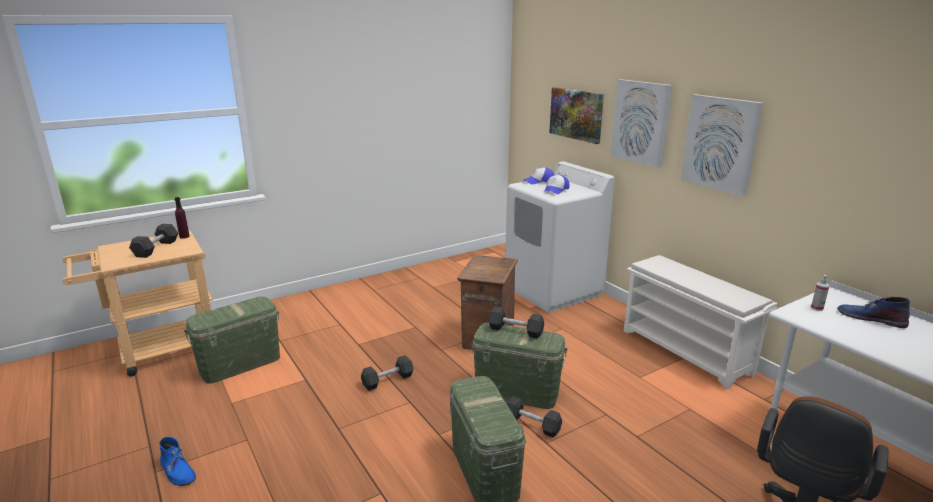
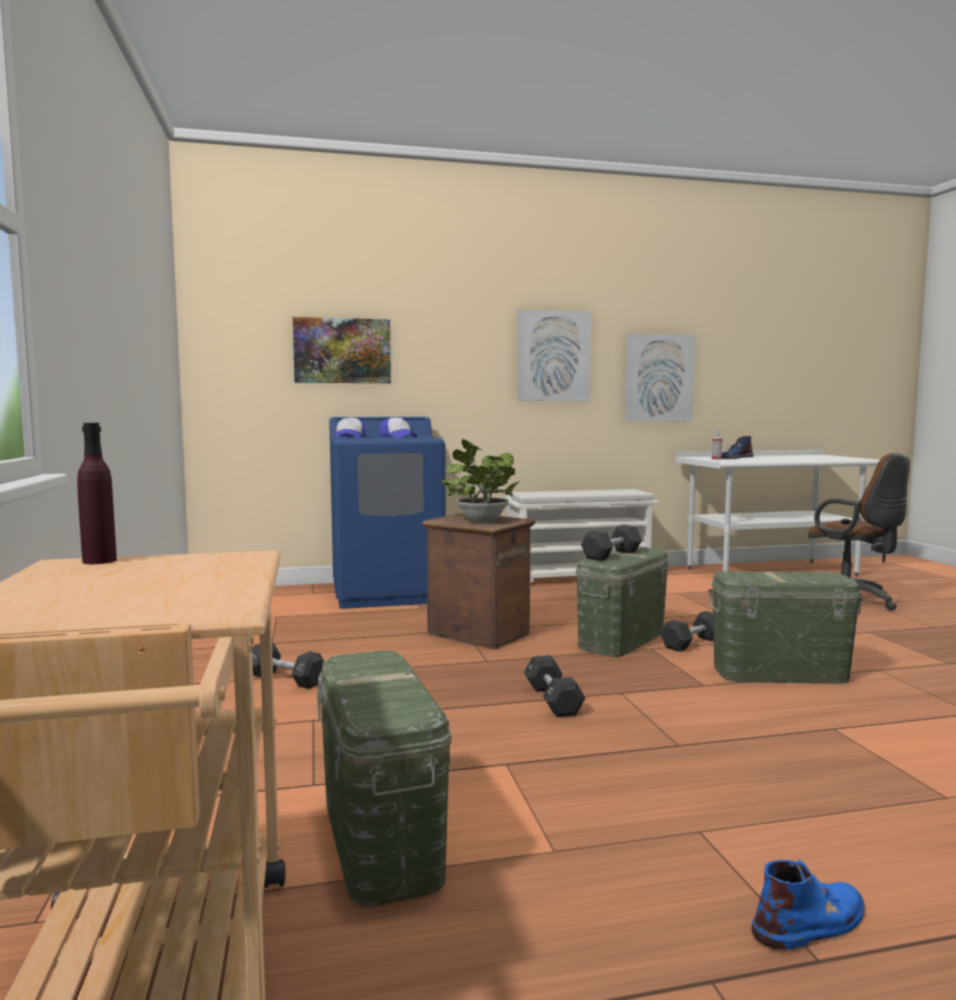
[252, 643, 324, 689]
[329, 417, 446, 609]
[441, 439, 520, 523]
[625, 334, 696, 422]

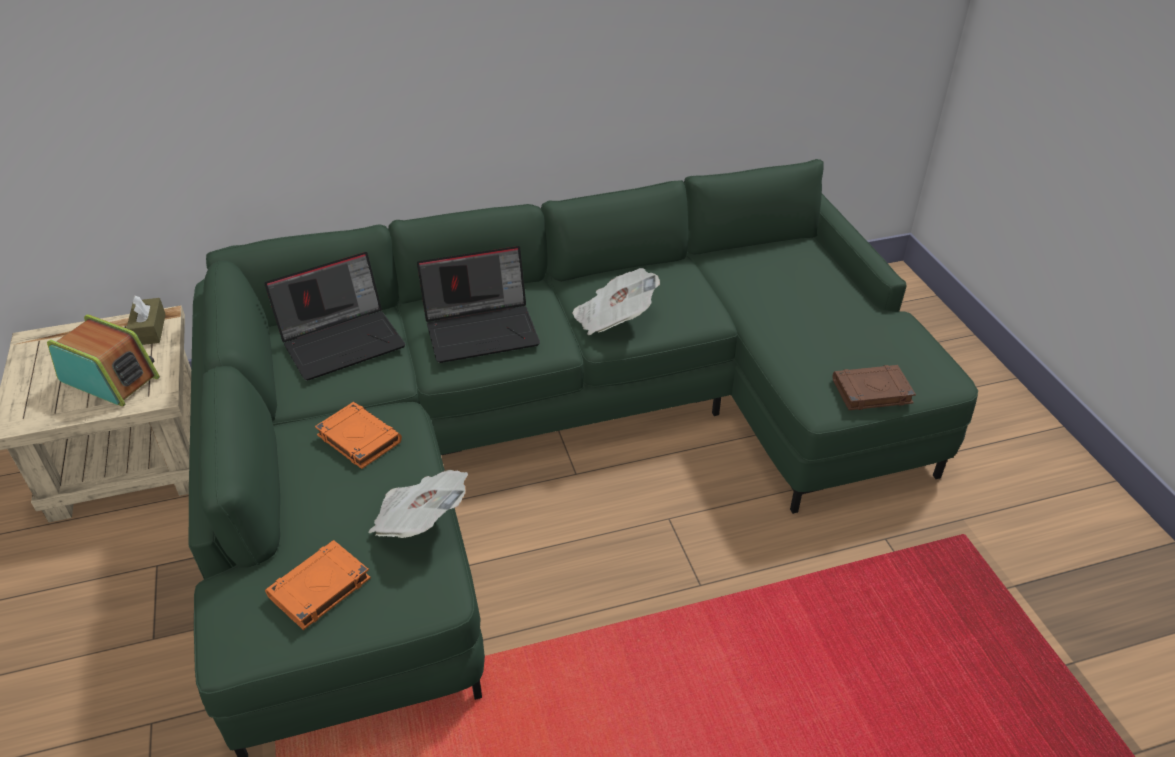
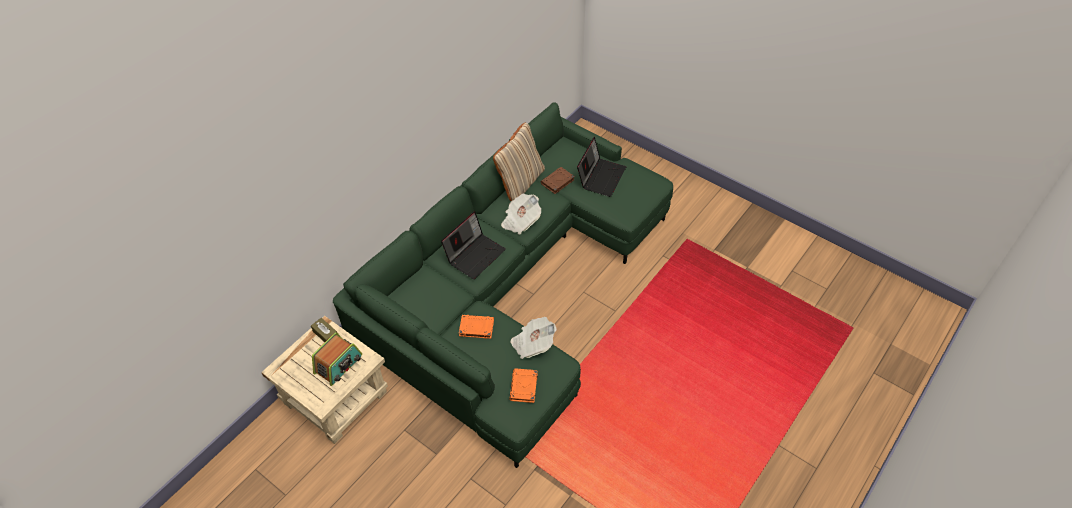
[312, 332, 362, 386]
[493, 123, 545, 201]
[541, 167, 575, 194]
[577, 137, 626, 197]

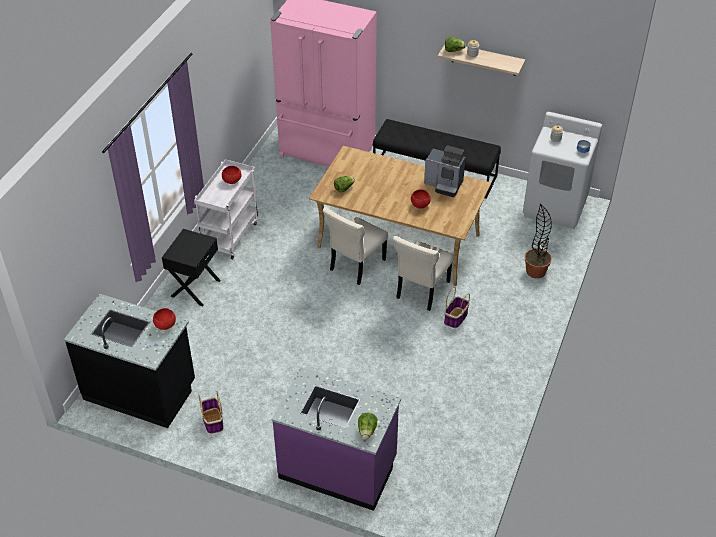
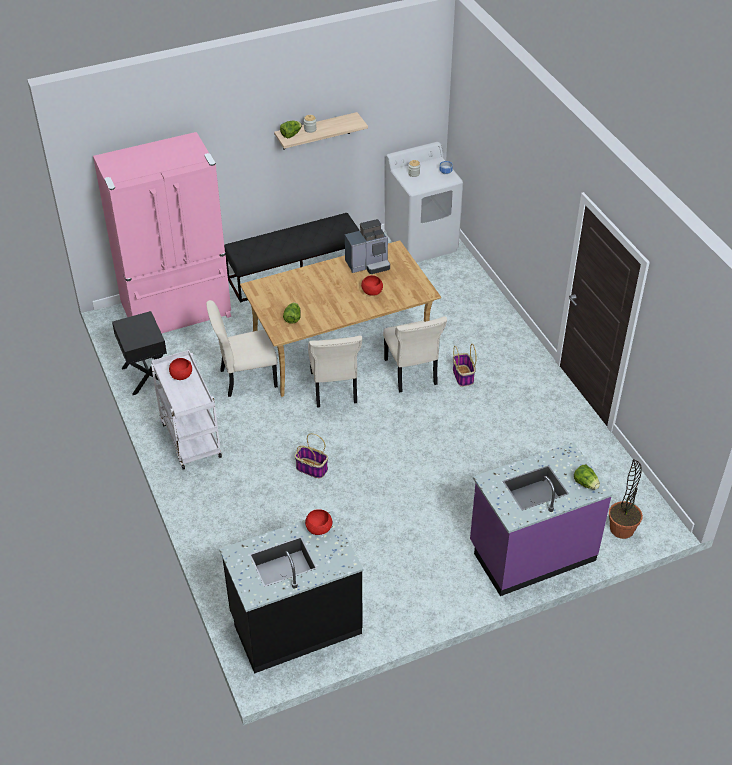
[112, 311, 167, 395]
[206, 300, 278, 397]
[295, 433, 328, 478]
[609, 459, 643, 539]

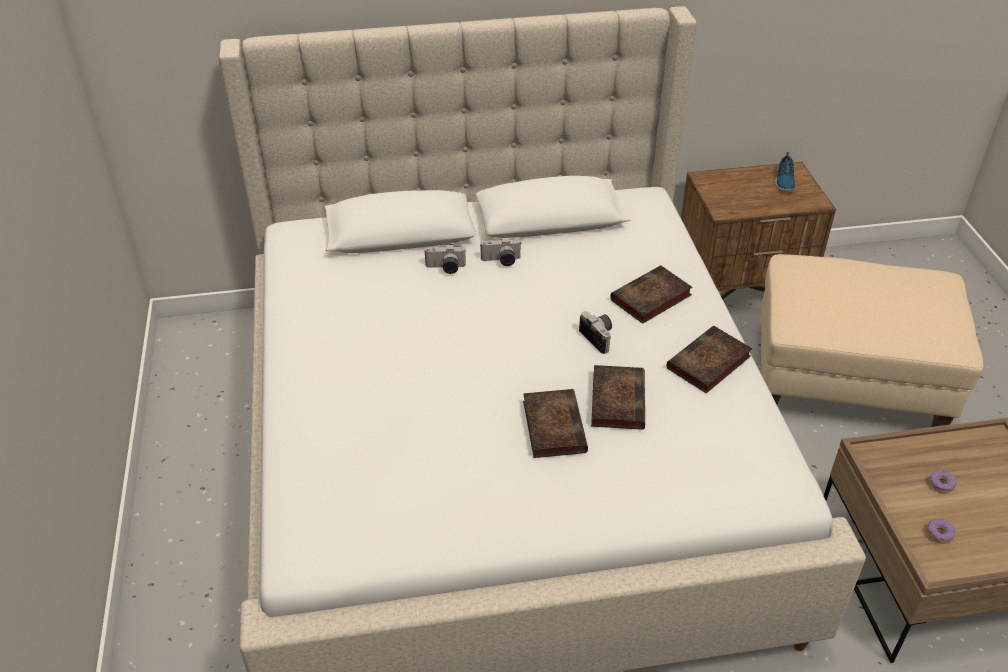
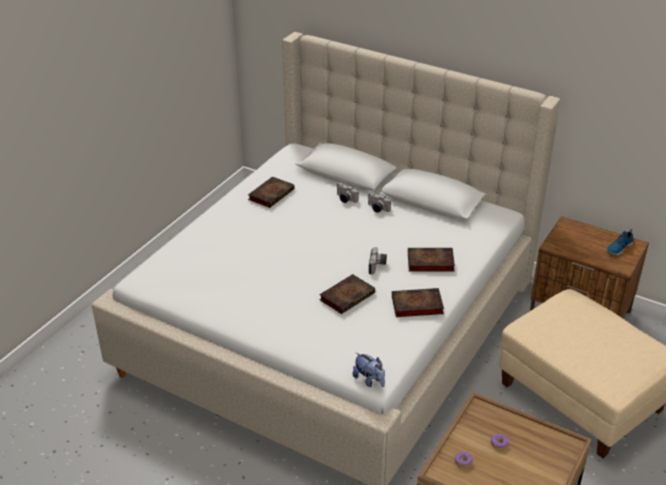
[248, 177, 295, 208]
[353, 352, 385, 387]

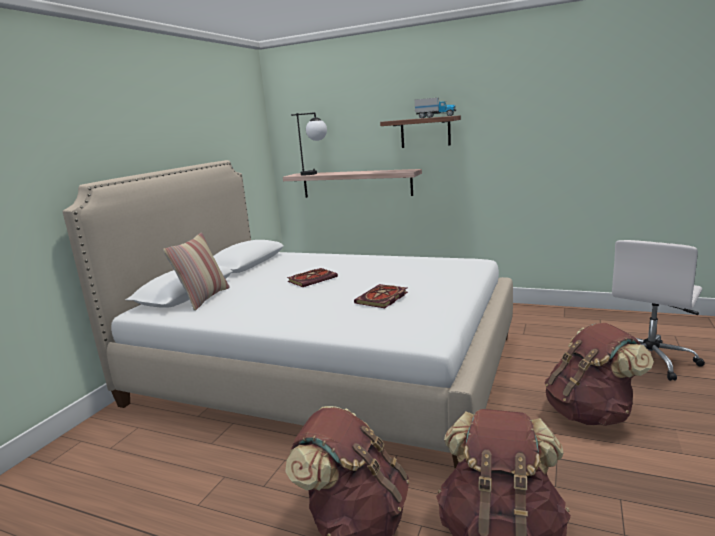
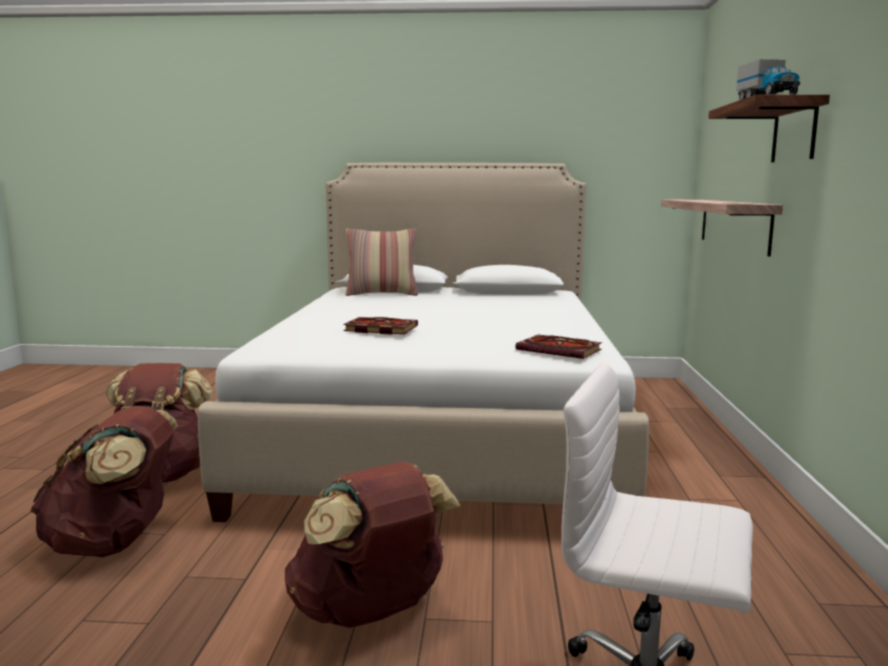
[516, 335, 602, 359]
[291, 112, 327, 175] (first image)

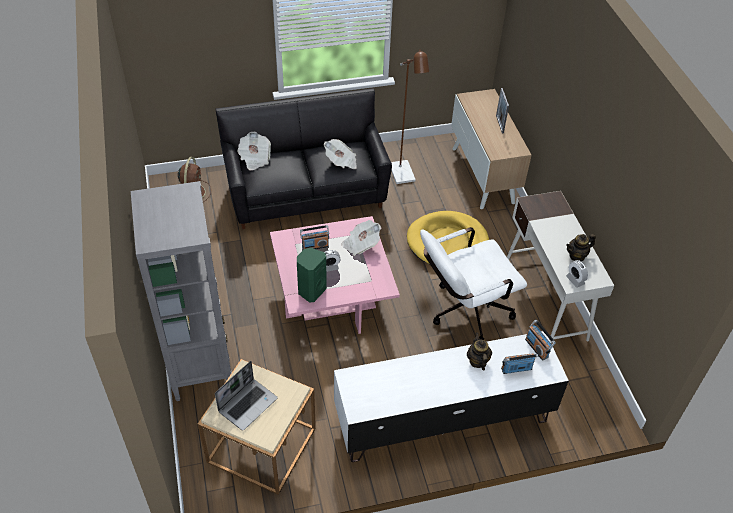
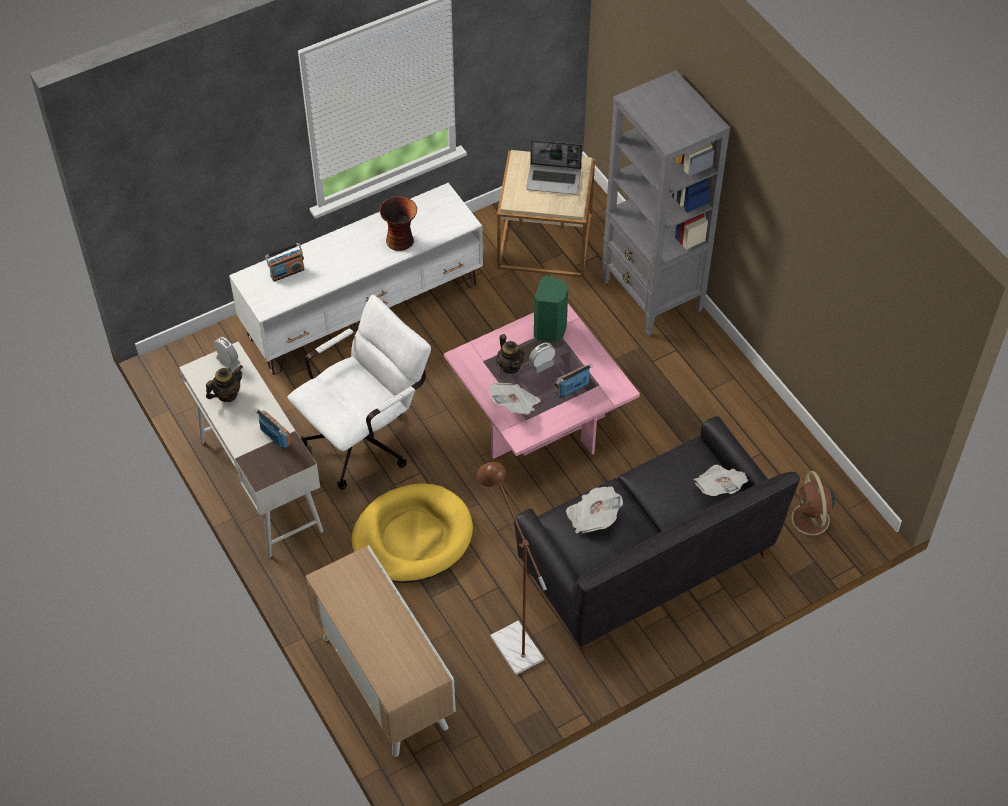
[255, 409, 292, 450]
[380, 196, 417, 251]
[496, 334, 524, 374]
[526, 140, 582, 195]
[496, 88, 509, 134] (first image)

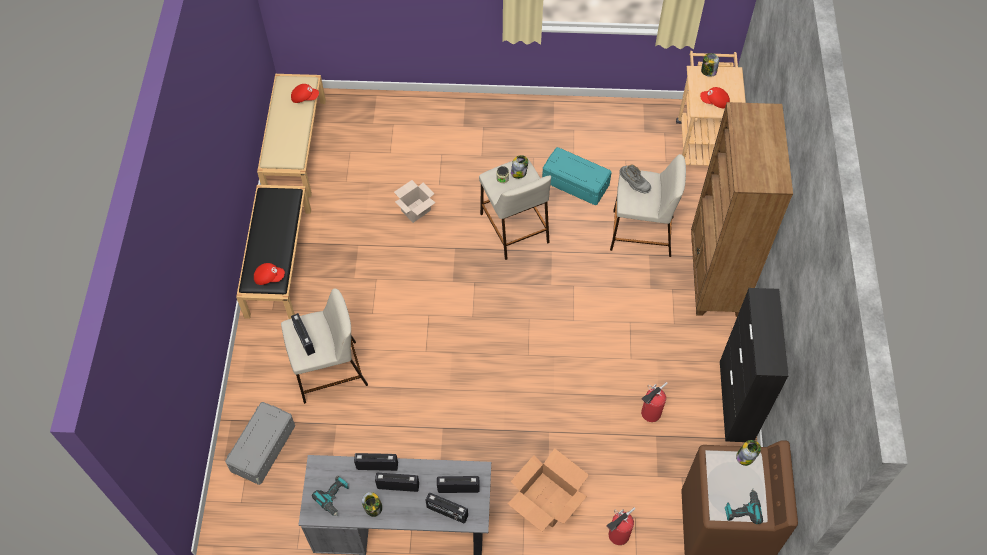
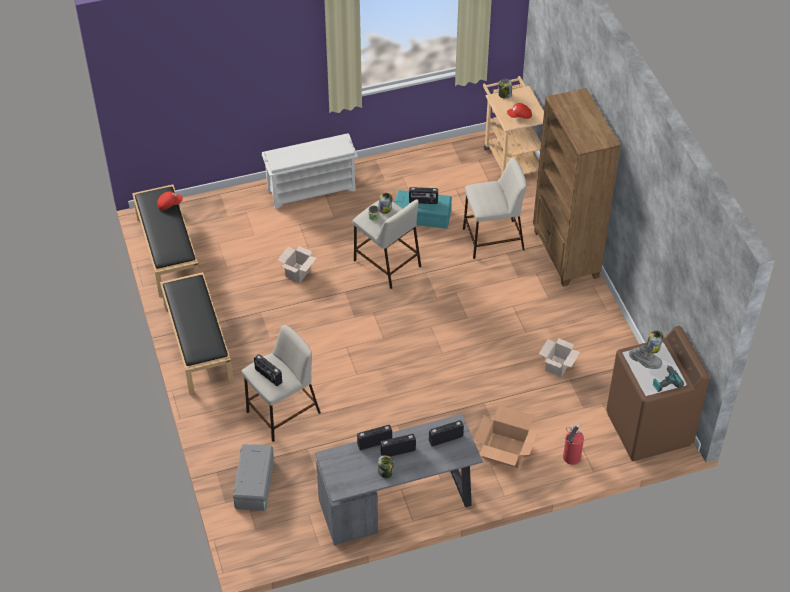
[132, 184, 200, 297]
[262, 133, 358, 209]
[409, 187, 438, 204]
[539, 338, 580, 377]
[629, 345, 662, 369]
[254, 263, 285, 285] (first image)
[312, 475, 349, 516] (first image)
[720, 288, 788, 442] (first image)

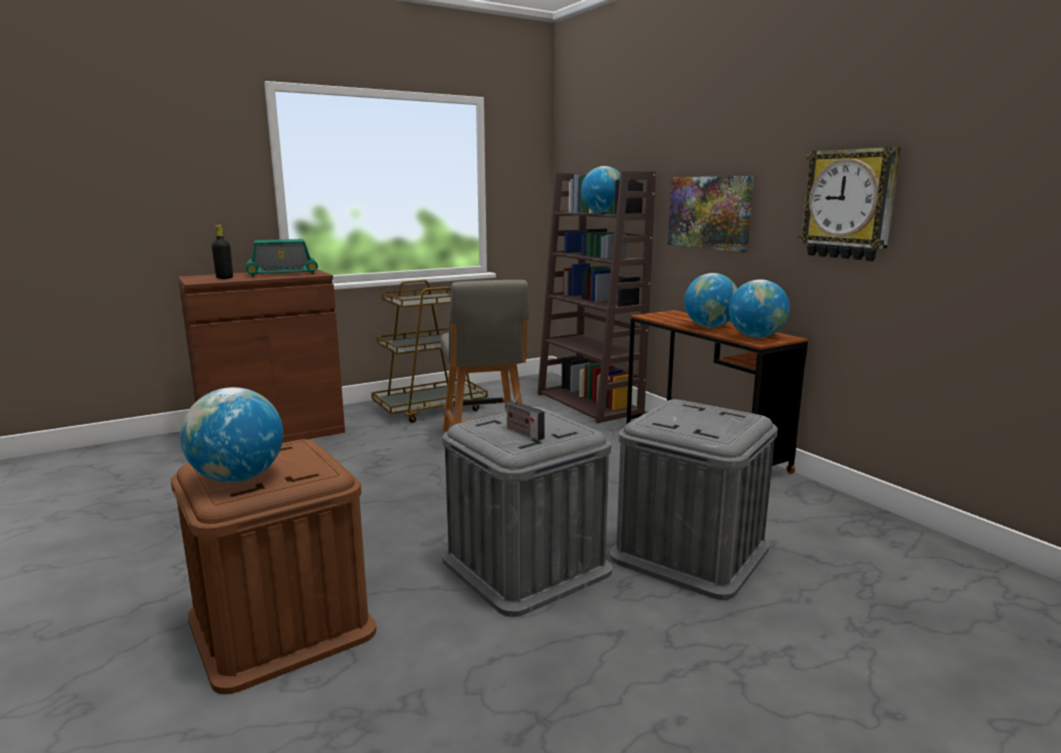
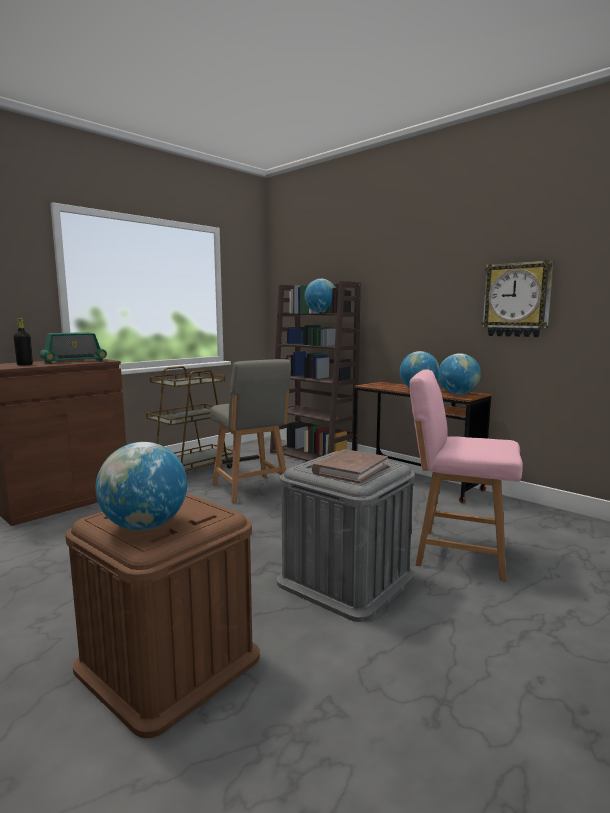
[312, 449, 388, 483]
[409, 370, 523, 581]
[668, 176, 754, 252] (first image)

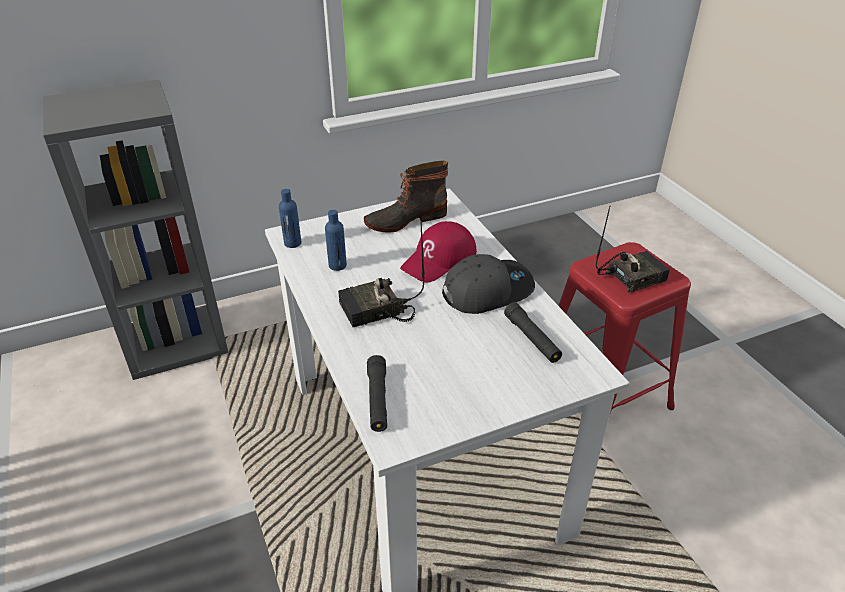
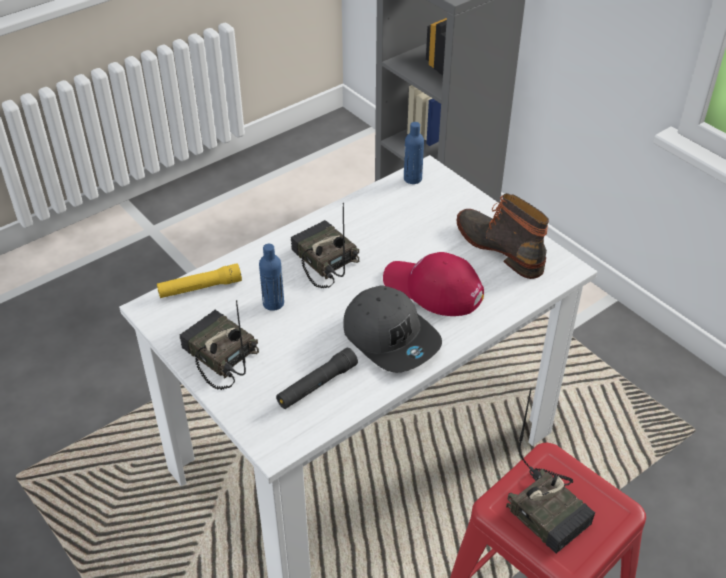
[157, 263, 242, 298]
[179, 300, 259, 390]
[259, 244, 284, 311]

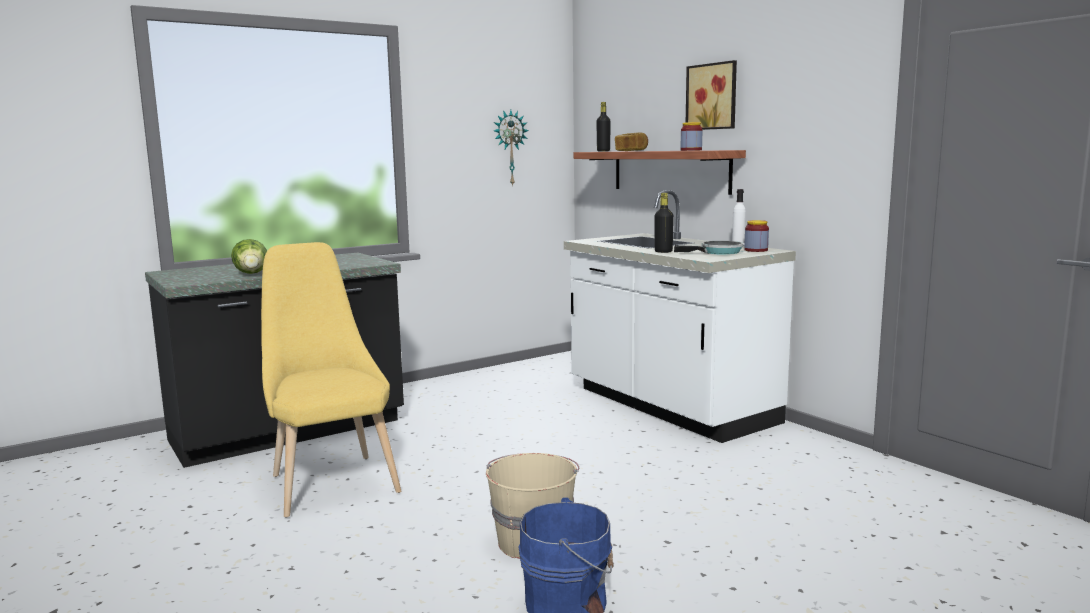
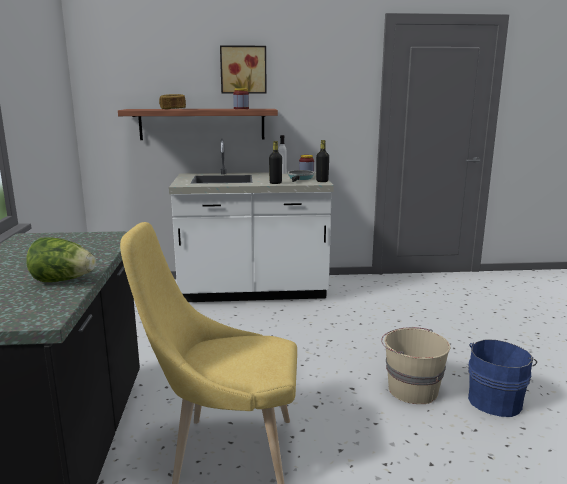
[316, 140, 329, 182]
[494, 110, 529, 187] (first image)

